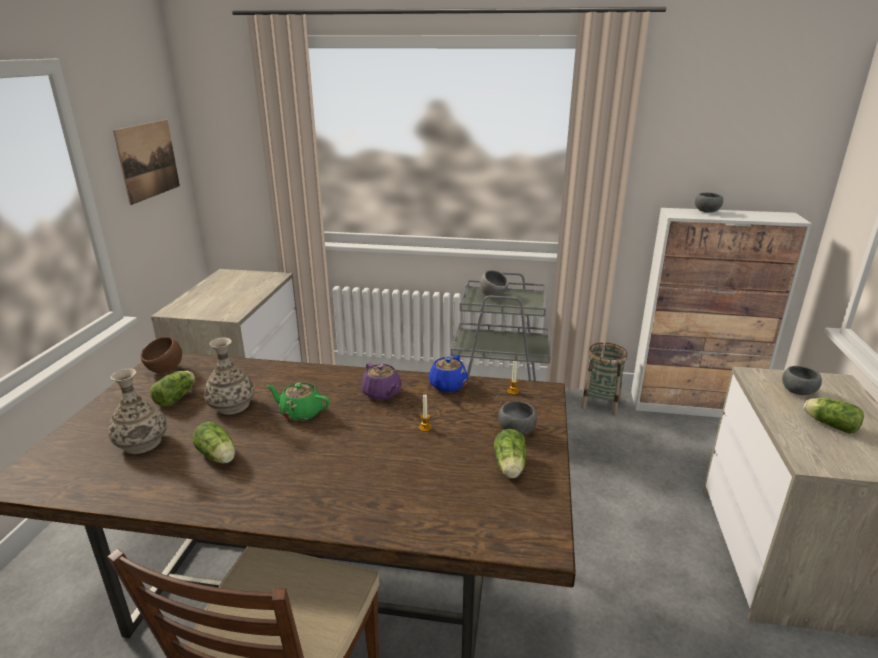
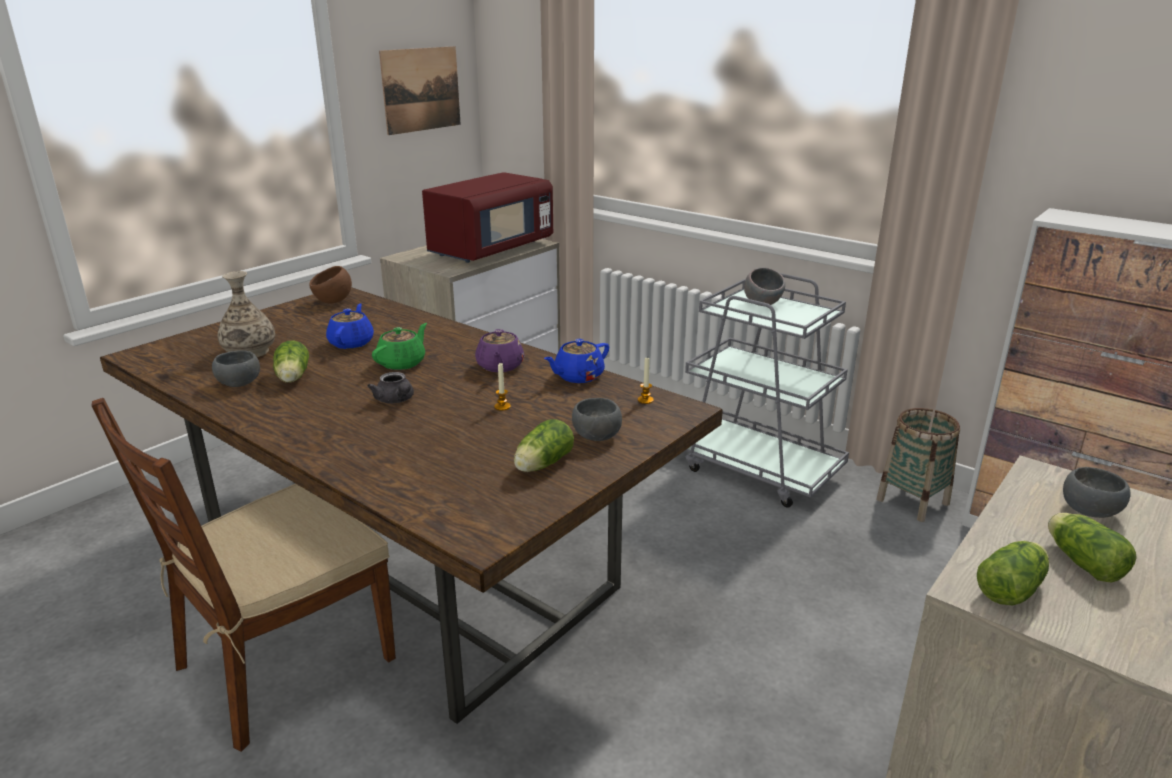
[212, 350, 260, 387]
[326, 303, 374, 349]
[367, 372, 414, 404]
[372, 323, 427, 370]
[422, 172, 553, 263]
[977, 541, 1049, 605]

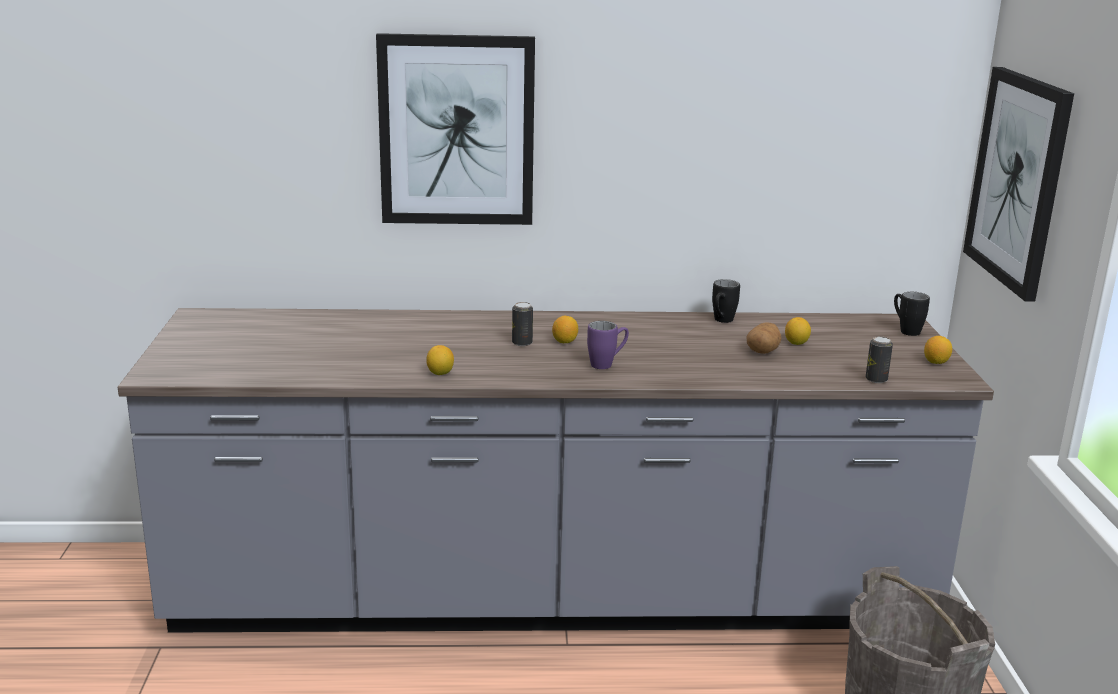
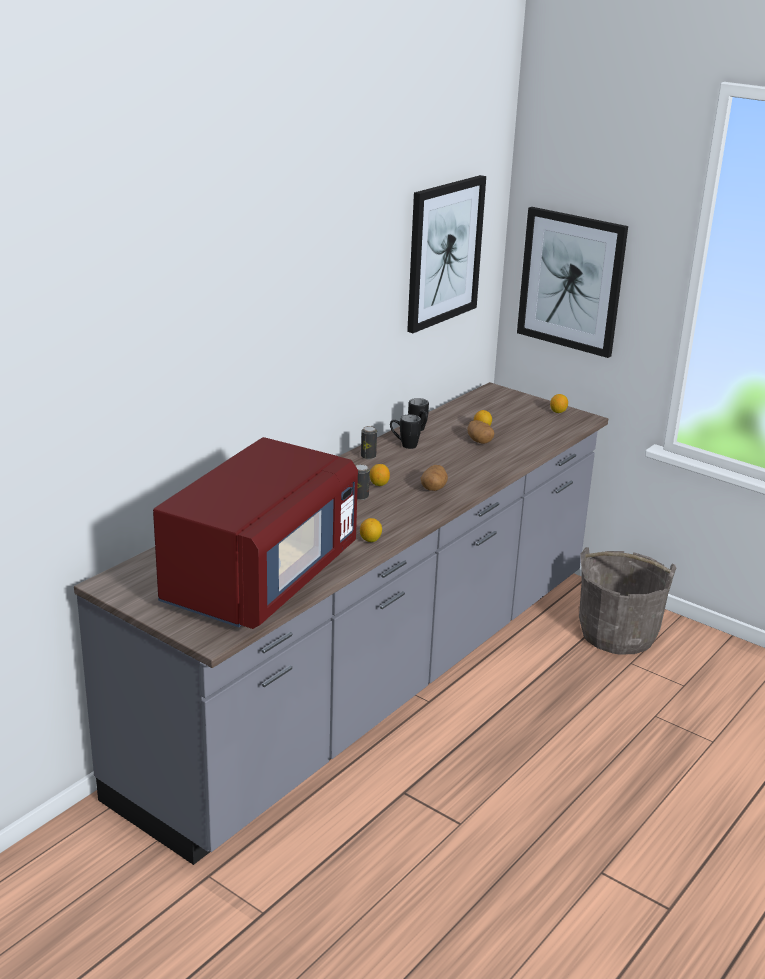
[153, 437, 358, 629]
[361, 426, 377, 459]
[390, 414, 421, 449]
[407, 175, 486, 333]
[421, 465, 448, 491]

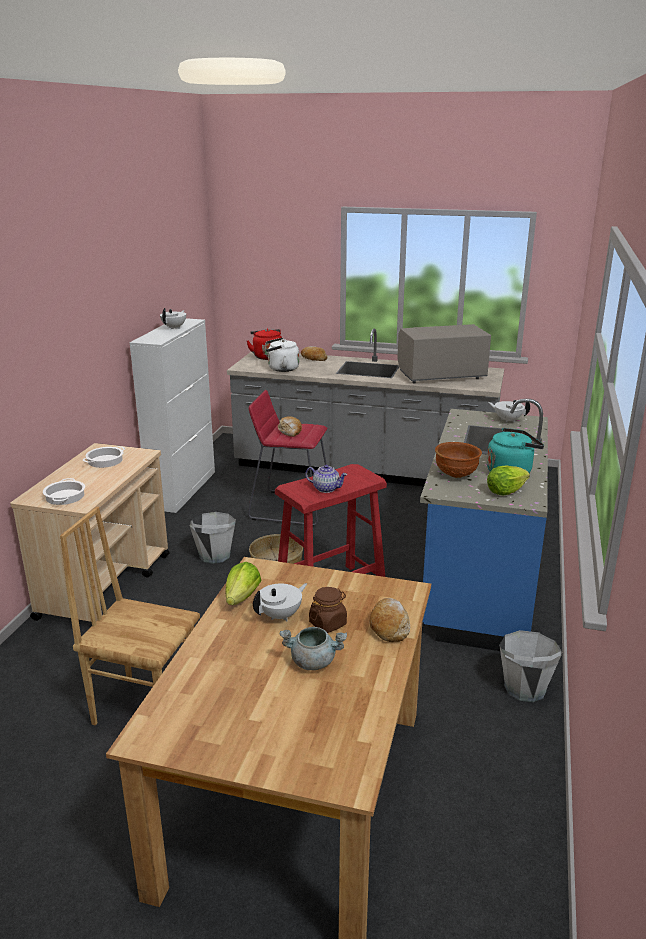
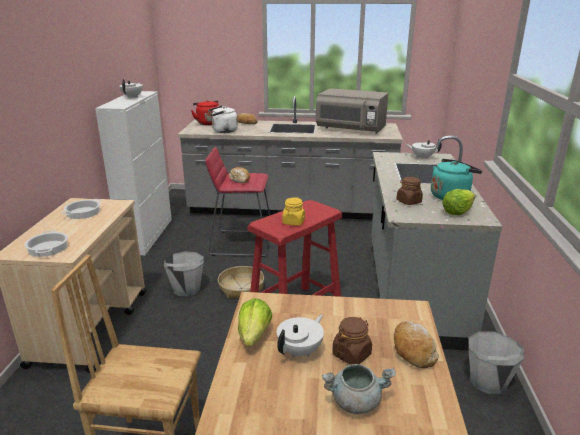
[282, 197, 305, 226]
[316, 88, 388, 134]
[371, 136, 503, 350]
[397, 177, 423, 205]

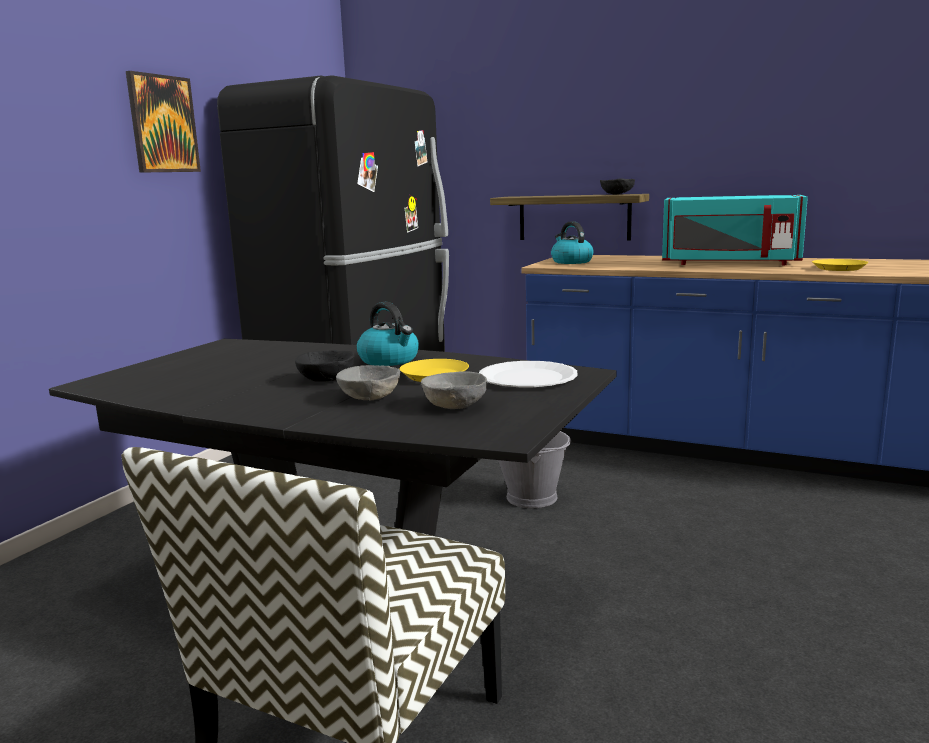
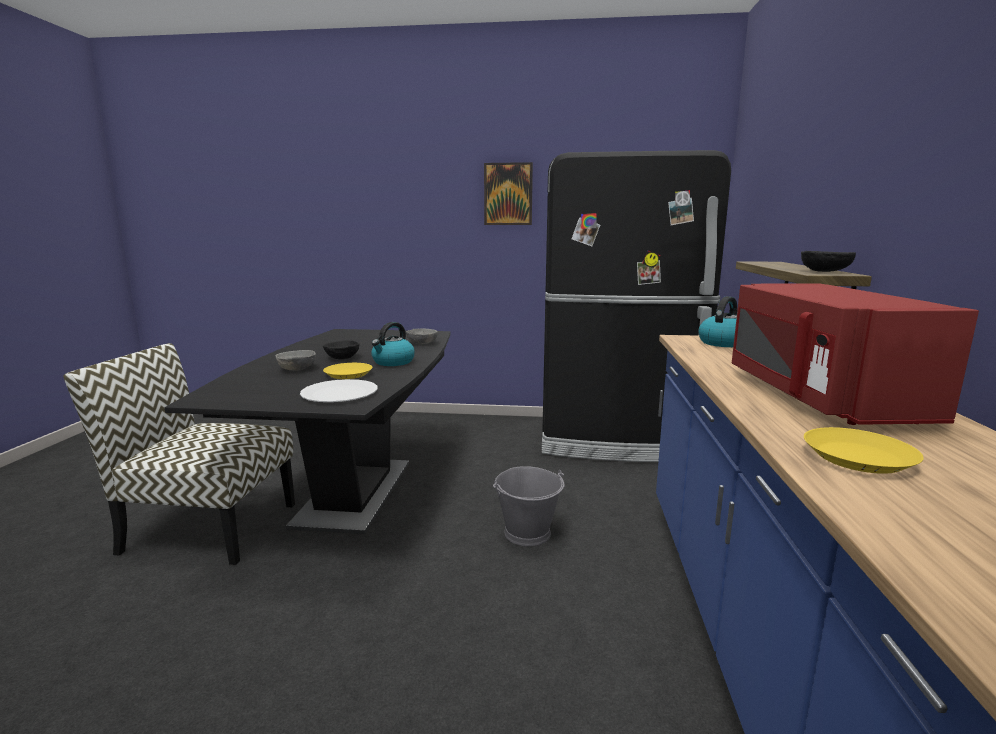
[406, 328, 438, 344]
[732, 283, 979, 425]

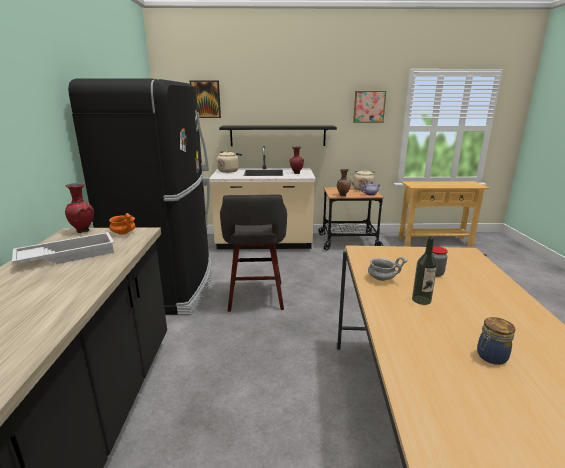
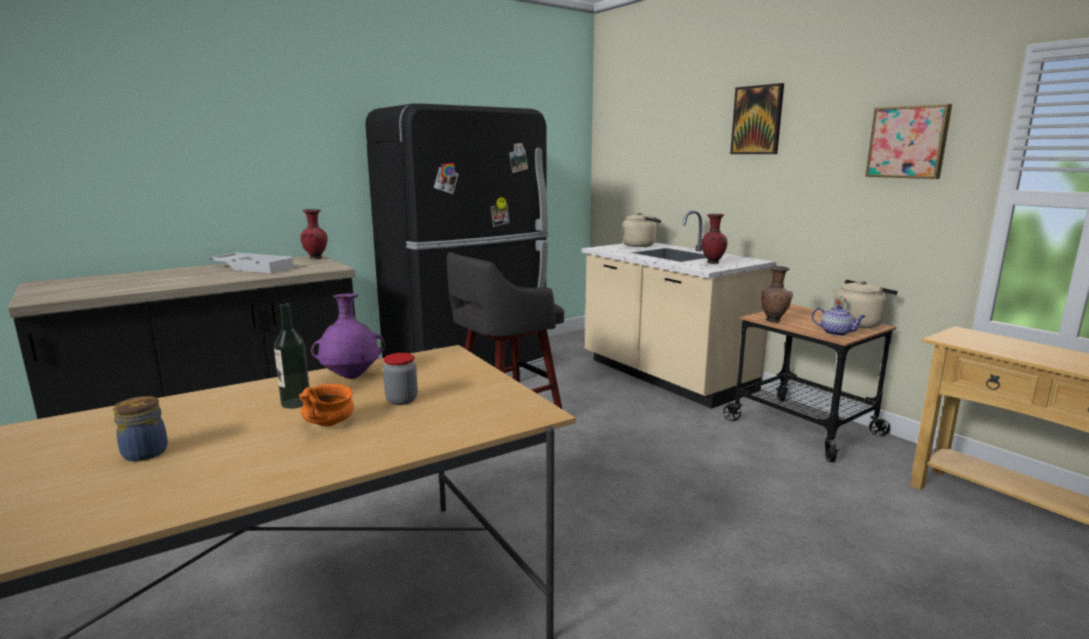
[299, 384, 354, 427]
[311, 293, 385, 379]
[730, 83, 784, 154]
[219, 125, 337, 146] (first image)

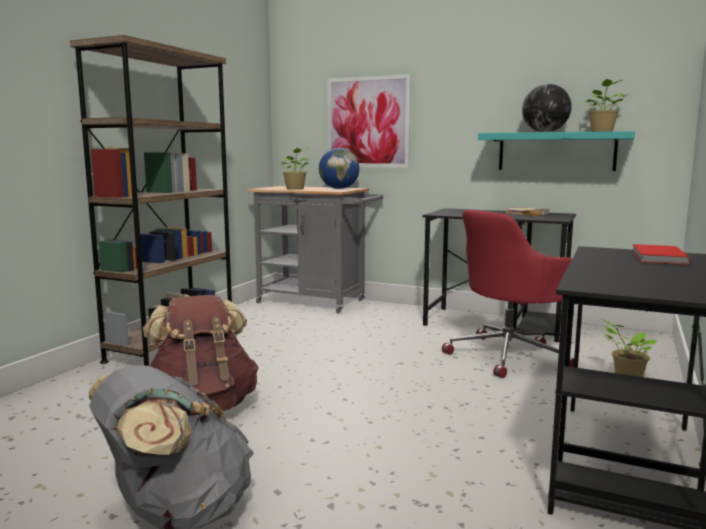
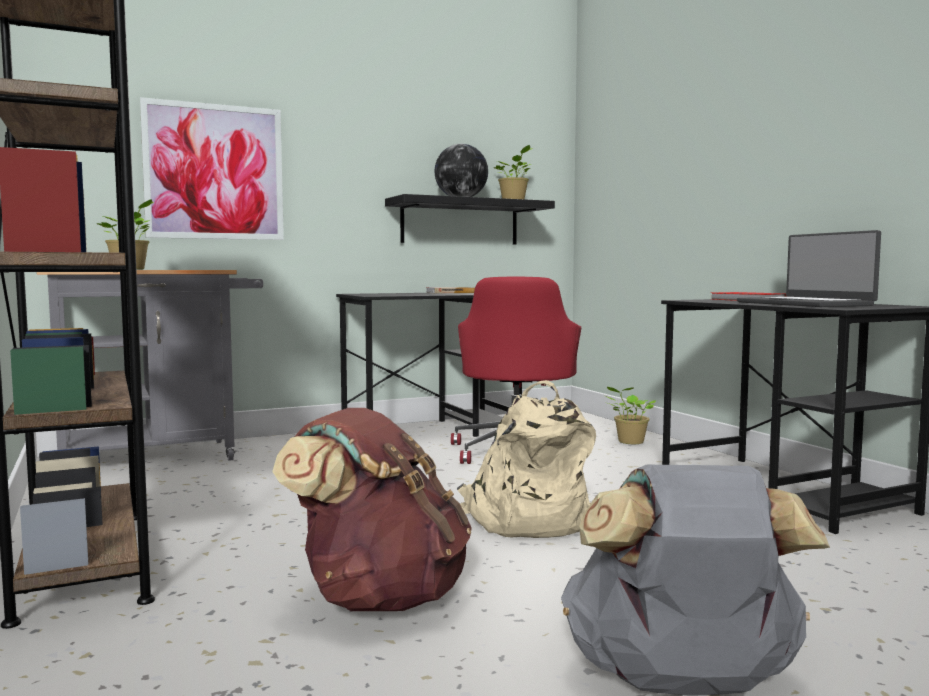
[385, 194, 555, 245]
[457, 380, 596, 538]
[737, 230, 881, 307]
[319, 148, 359, 189] (first image)

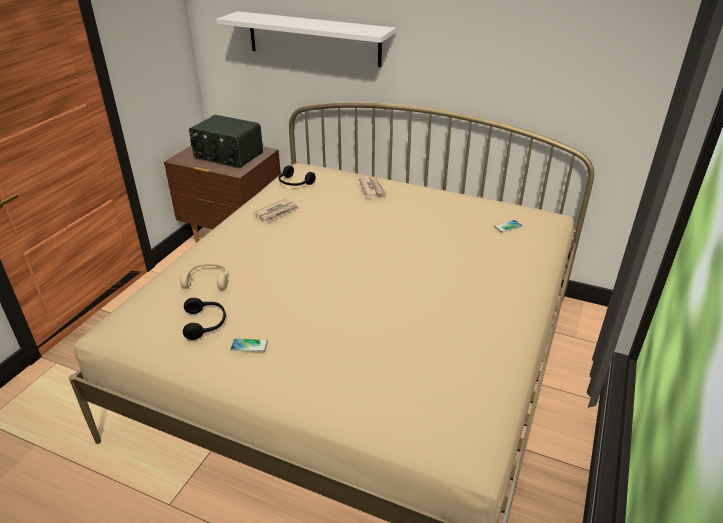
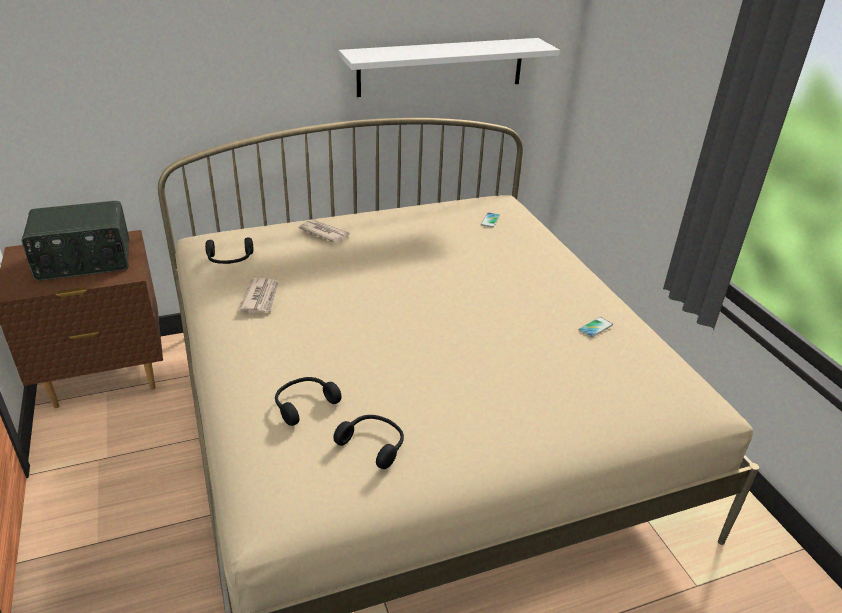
[275, 377, 342, 426]
[339, 38, 560, 97]
[579, 317, 613, 338]

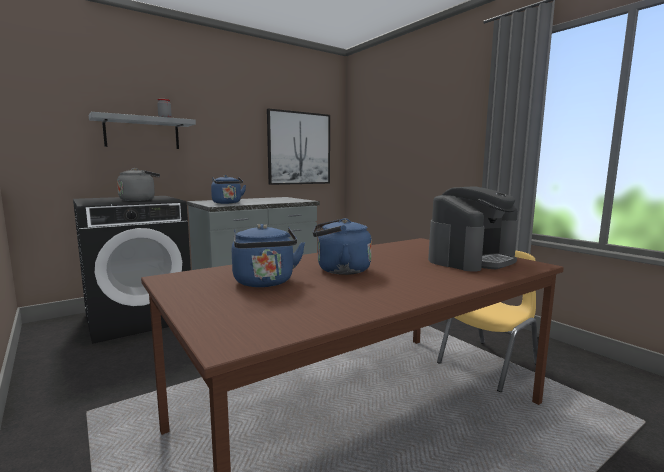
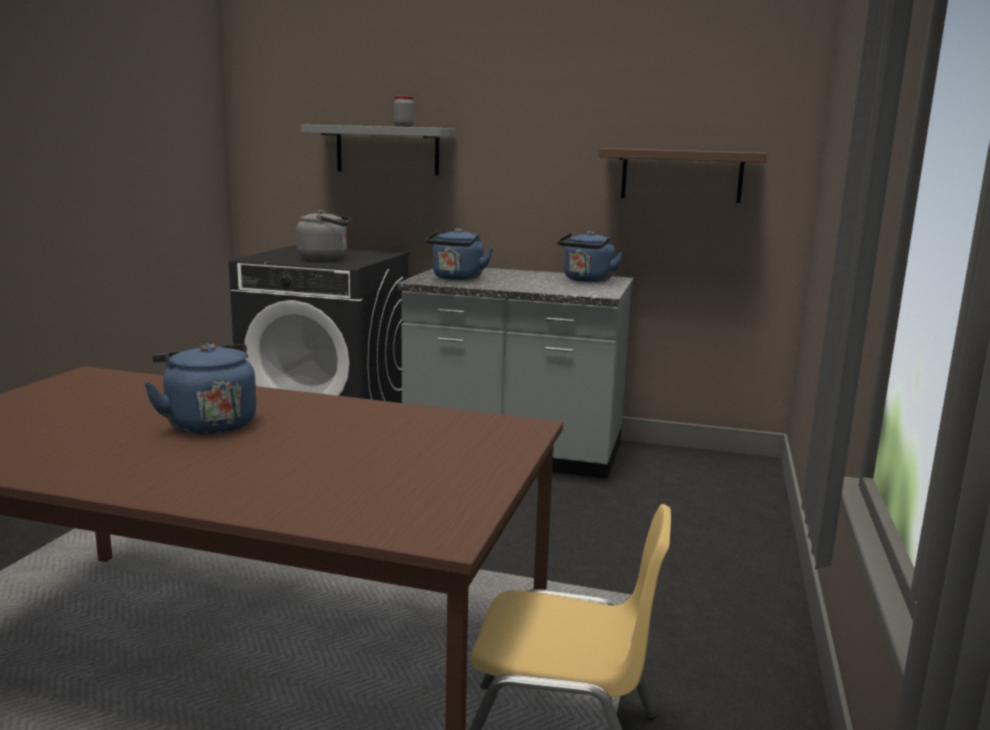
[558, 231, 624, 282]
[599, 148, 768, 203]
[428, 186, 518, 272] (first image)

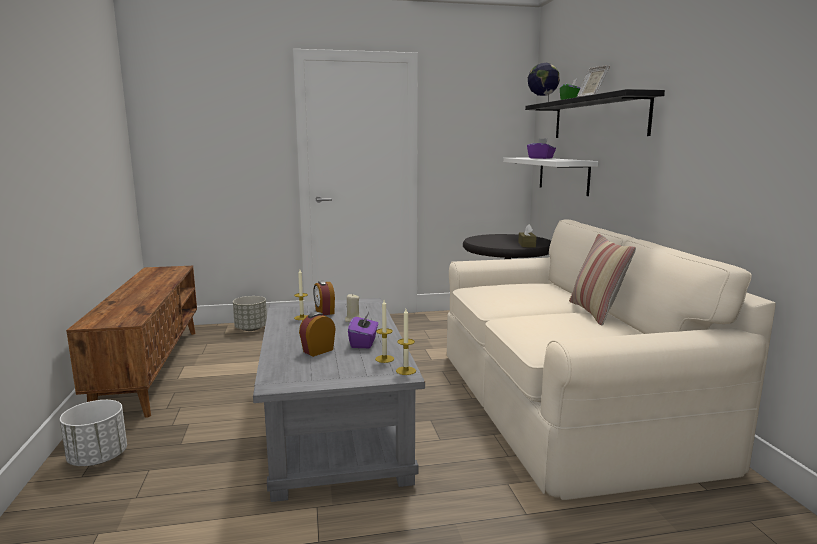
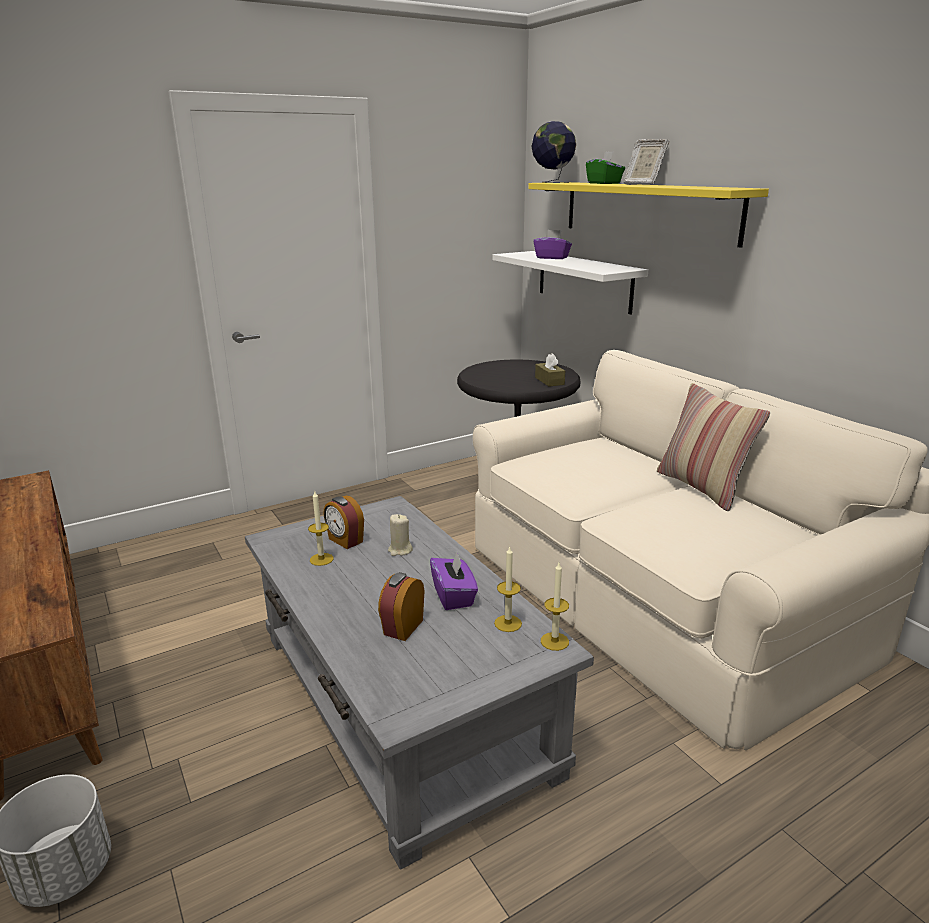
[528, 182, 769, 248]
[233, 296, 267, 331] (first image)

